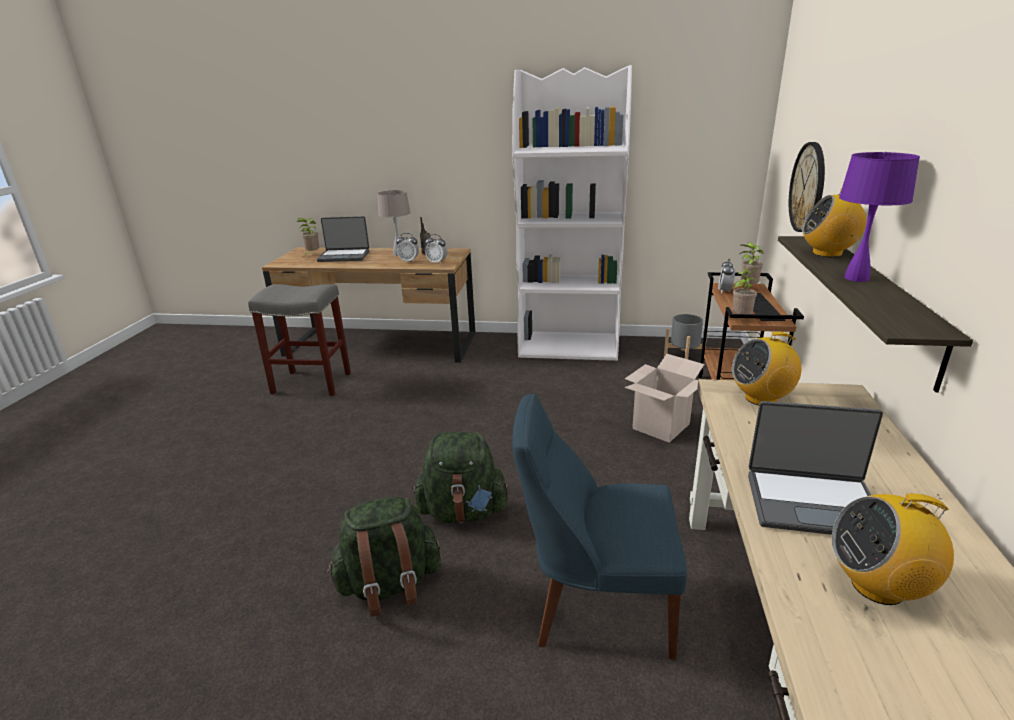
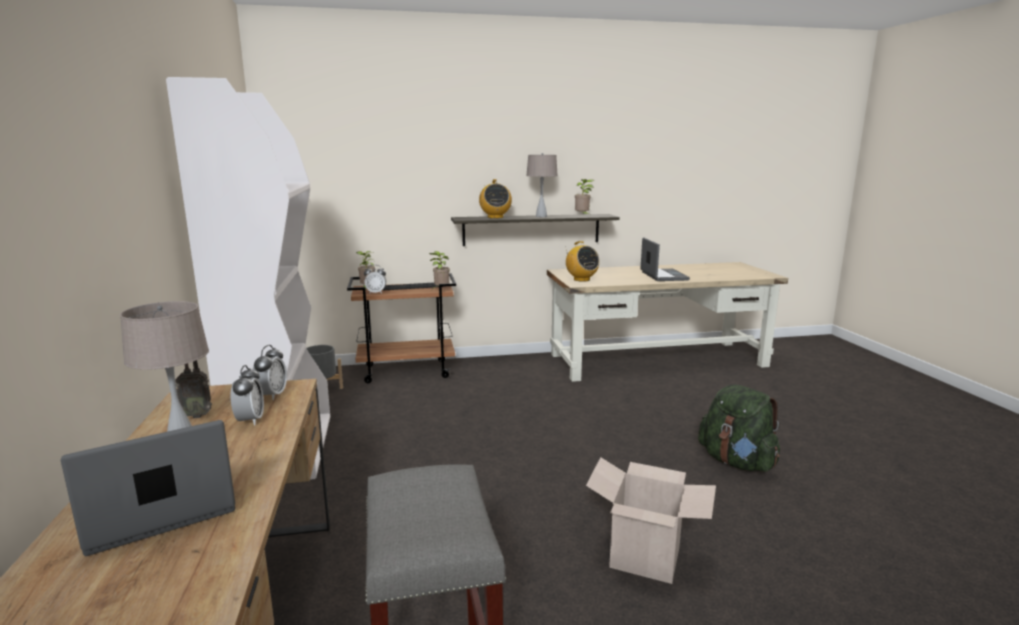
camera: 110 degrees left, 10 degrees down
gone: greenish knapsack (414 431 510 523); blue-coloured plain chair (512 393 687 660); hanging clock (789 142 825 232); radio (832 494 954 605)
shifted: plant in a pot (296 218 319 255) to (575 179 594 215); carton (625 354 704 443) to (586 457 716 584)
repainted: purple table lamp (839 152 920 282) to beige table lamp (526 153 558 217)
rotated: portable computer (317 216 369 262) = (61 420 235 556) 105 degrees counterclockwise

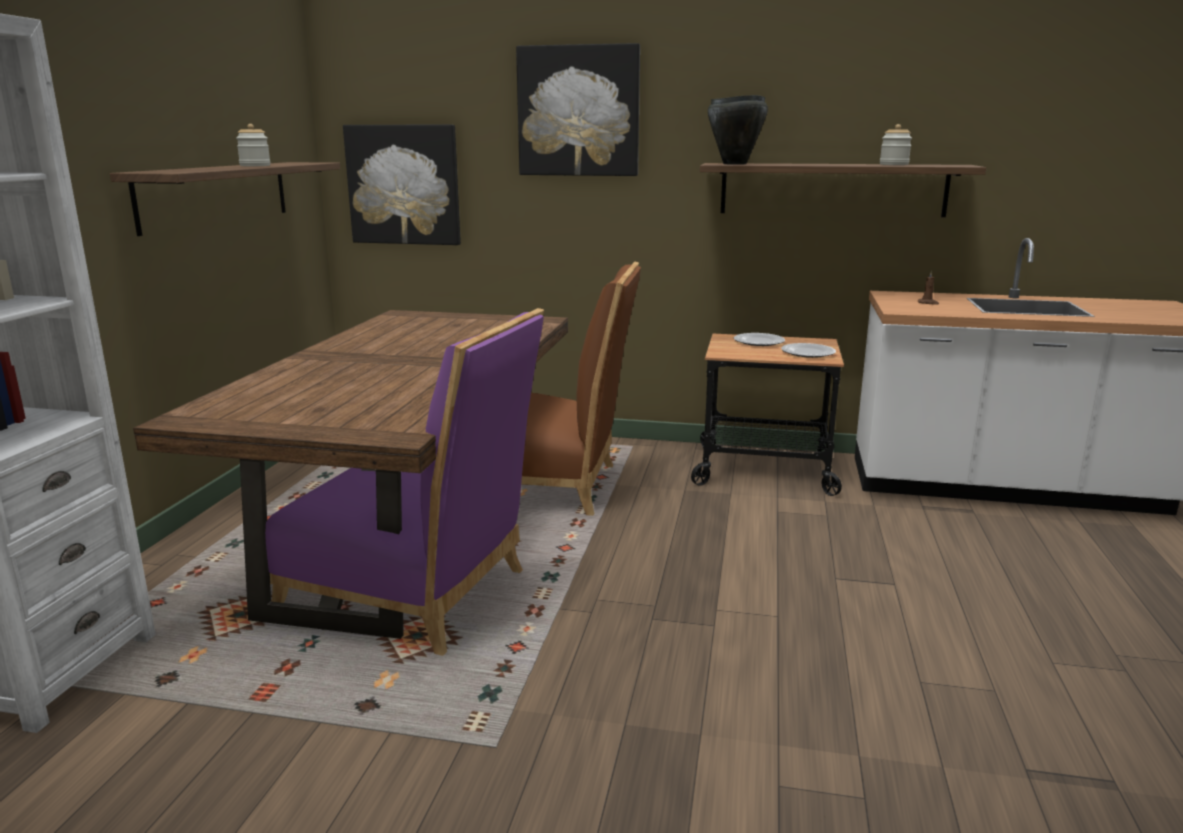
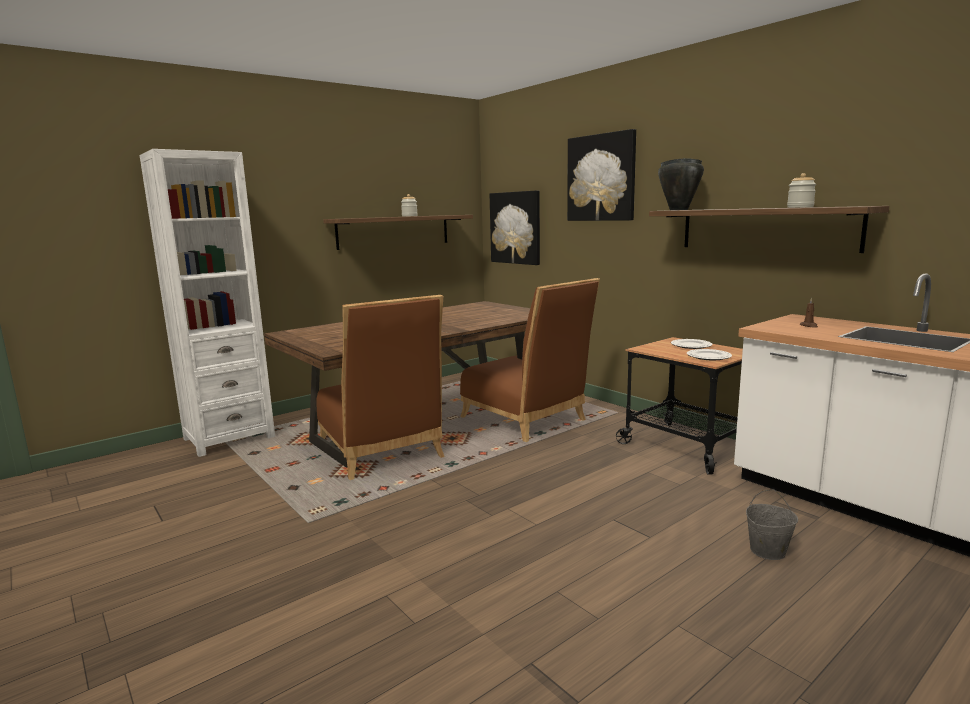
camera: 40 degrees right, 5 degrees down
new: gray pail (746 489 798 560)
repainted: purple plain chair (265 308 544 656) to brown-coloured plain chair (316 295 445 480)

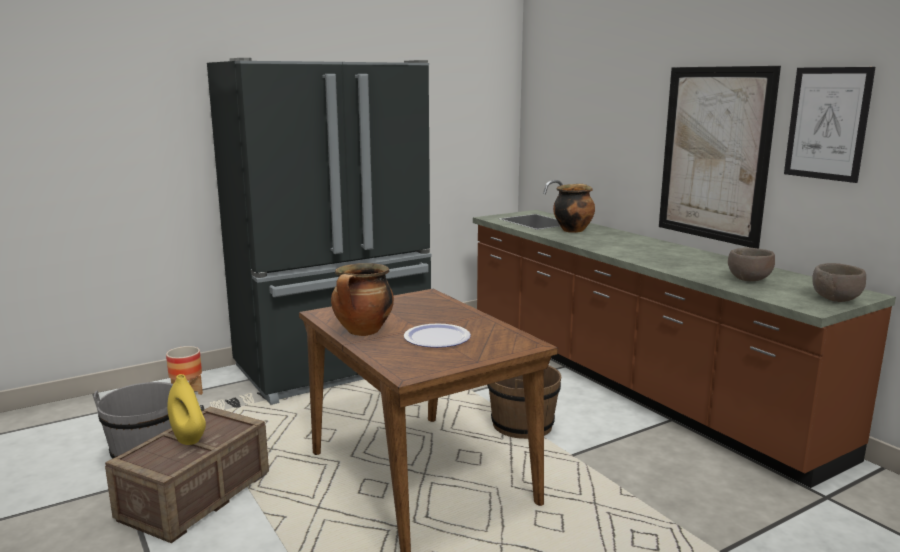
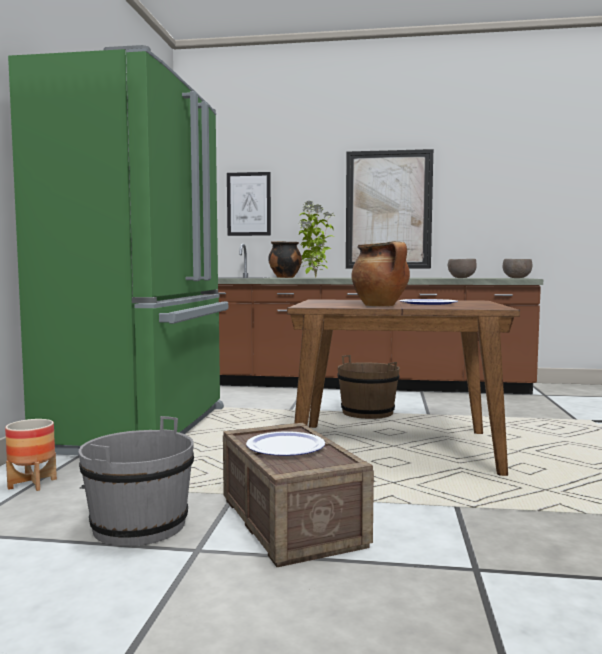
camera: 50 degrees left, 10 degrees down
new: plant in a pot (299 201 335 278)
shifted: wall art (784 67 875 183) to (227 172 271 236)
swapped: yellowish vase (167 374 206 445) to flat dish (246 431 325 456)
repainted: black fridge (207 58 432 405) to greenish fridge (8 45 228 455)

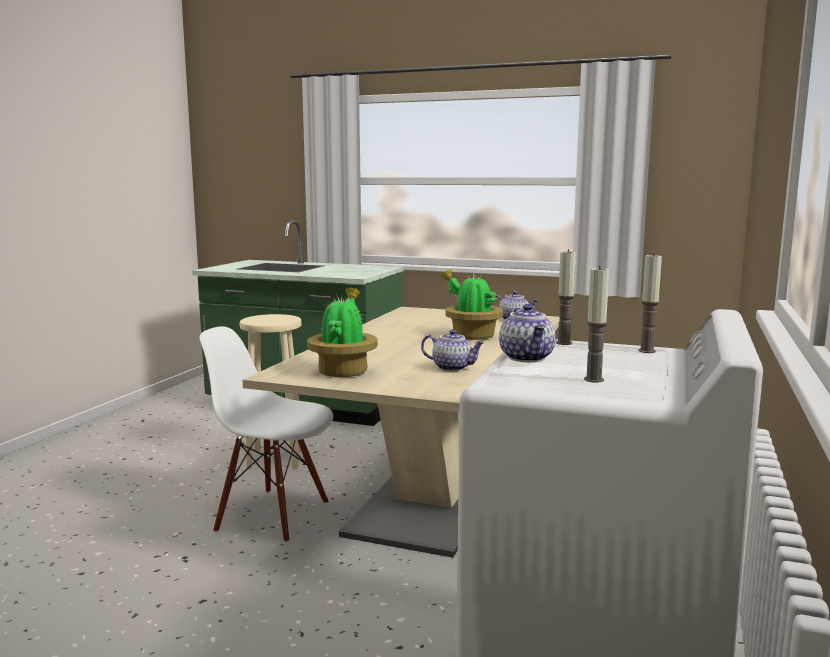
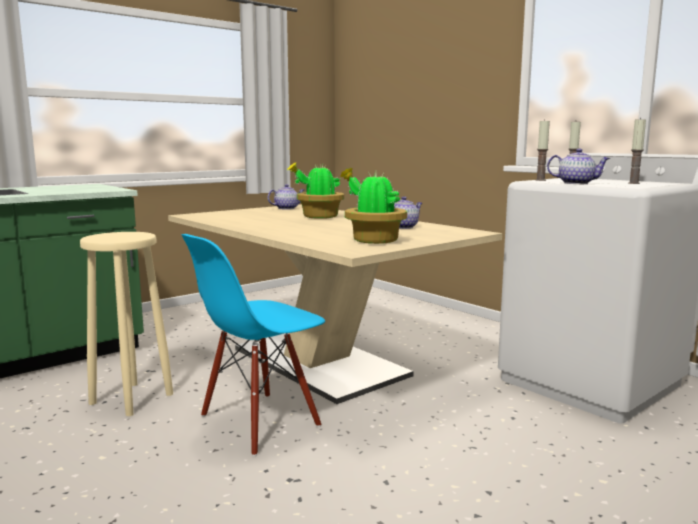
camera: 60 degrees left, 0 degrees up
repainted: white plain chair (200 326 333 543) to blue-coloured plain chair (182 234 325 456)

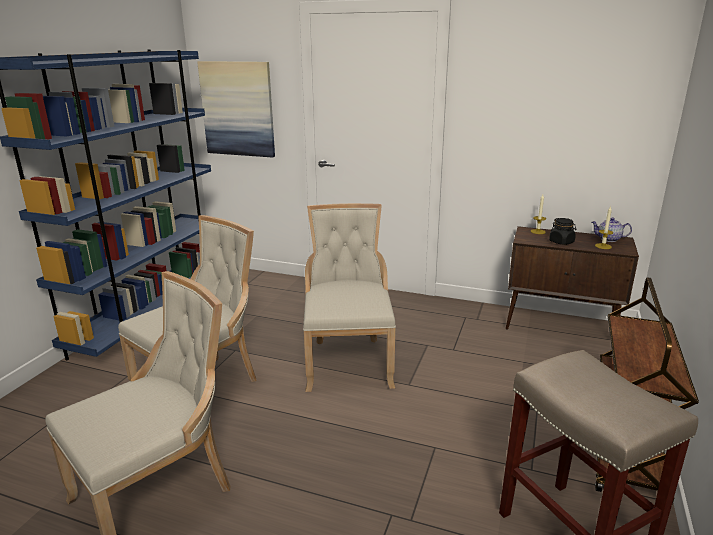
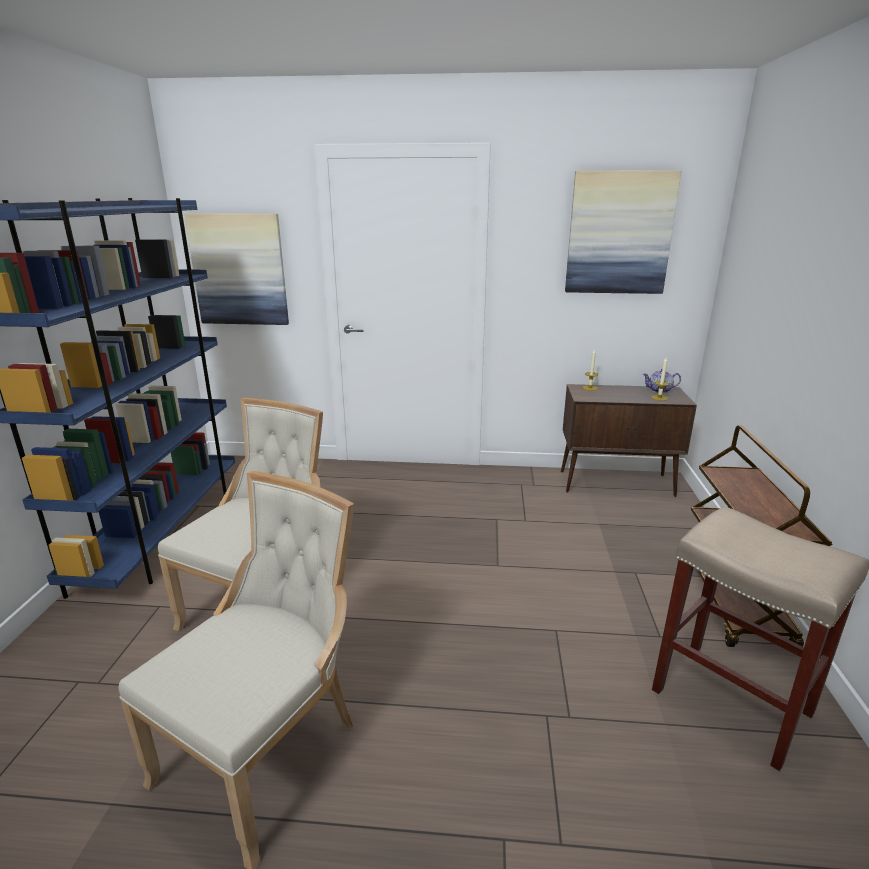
camera: 15 degrees left, 0 degrees up
gone: beige plain chair (303 203 396 392); black preserve jar (549 218 577 245)
new: wall art (565 170 681 294)

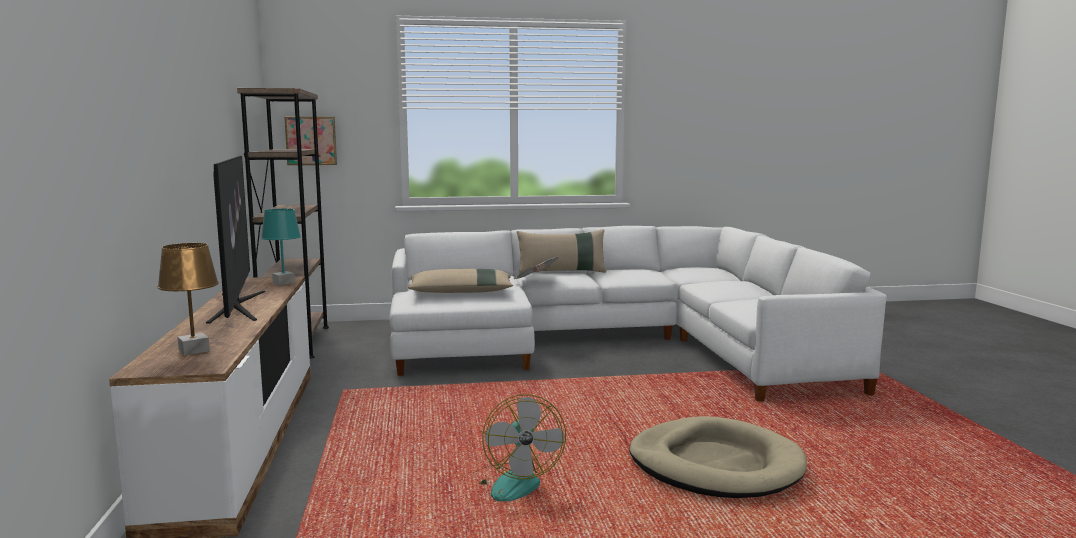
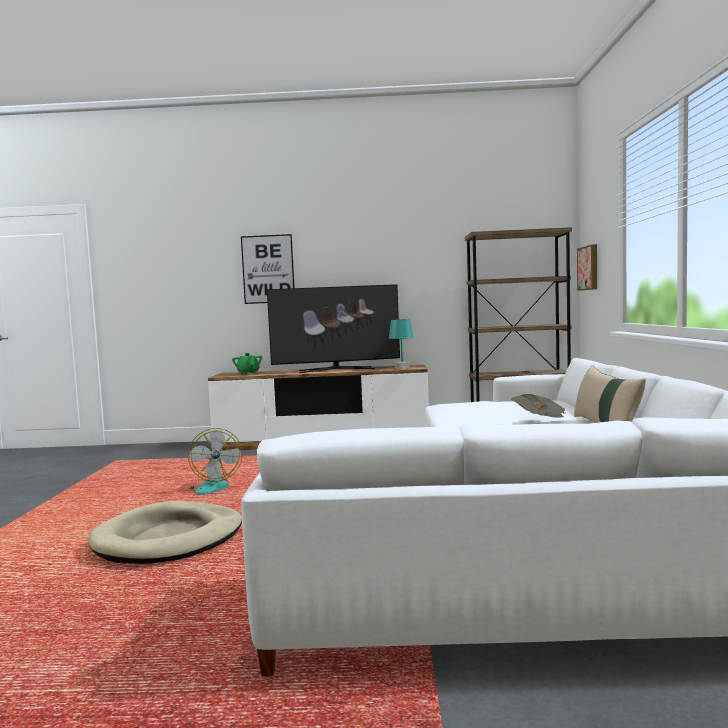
camera: 100 degrees right, 5 degrees down
gone: beige cushion (408 269 513 293)
new: wall art (241 234 295 304)
swapped: brown-coloured table lamp (157 243 219 356) to greenish pot for tea (232 353 262 375)
rotated: electric fan (473 394 566 501) = (188 428 242 495) 105 degrees counterclockwise

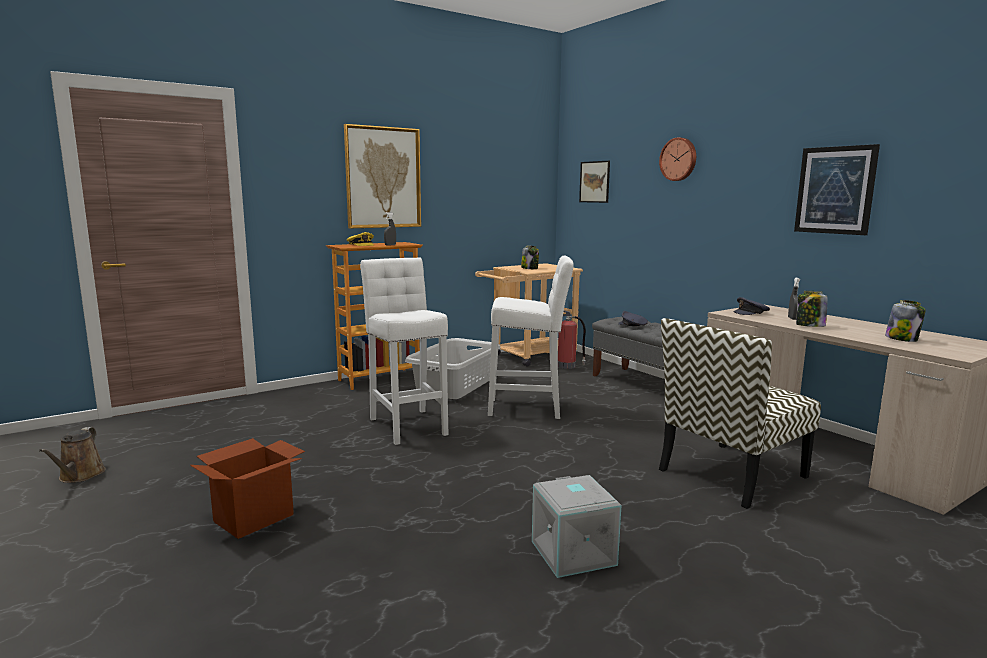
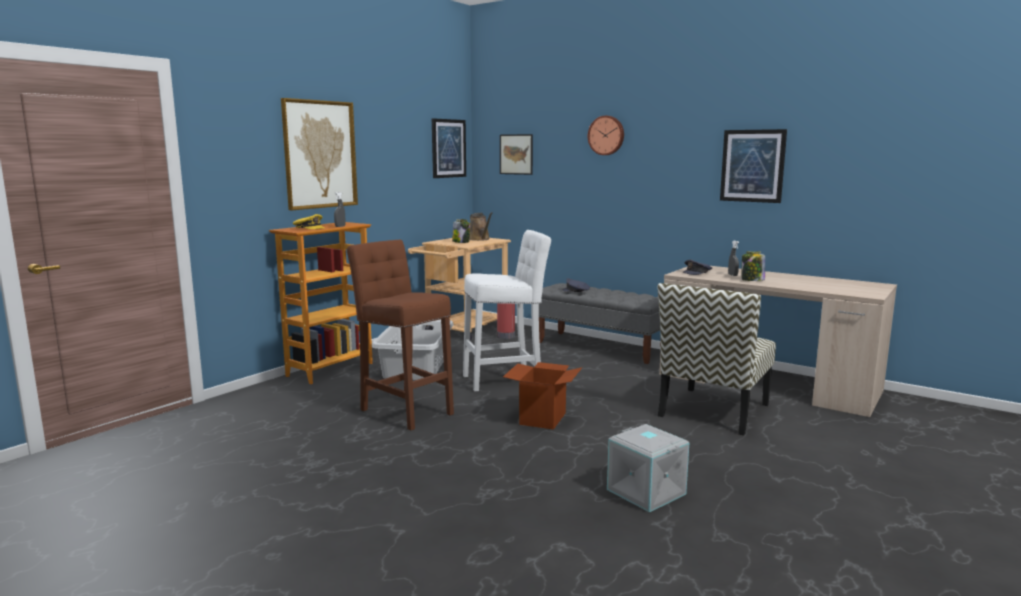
camera: 20 degrees left, 0 degrees up
gone: preserve jar (885 300 926 342)
new: wall art (432 118 466 178)
shifted: brown-coloured sprinkling can (39 427 106 483) to (469 212 492 241); carton (190 438 305 539) to (503 362 582 430)
repainted: white stool (360 258 449 445) to brown-coloured stool (347 240 454 430)

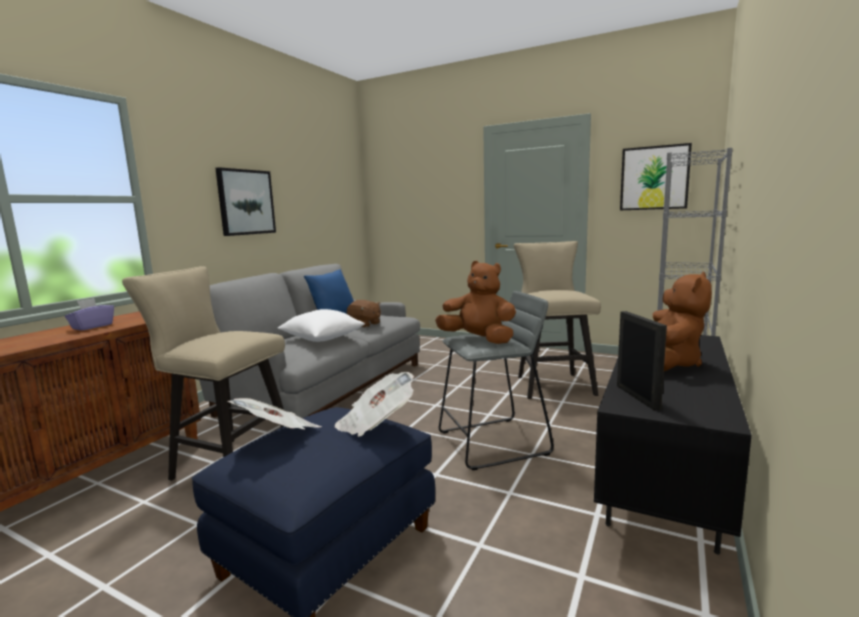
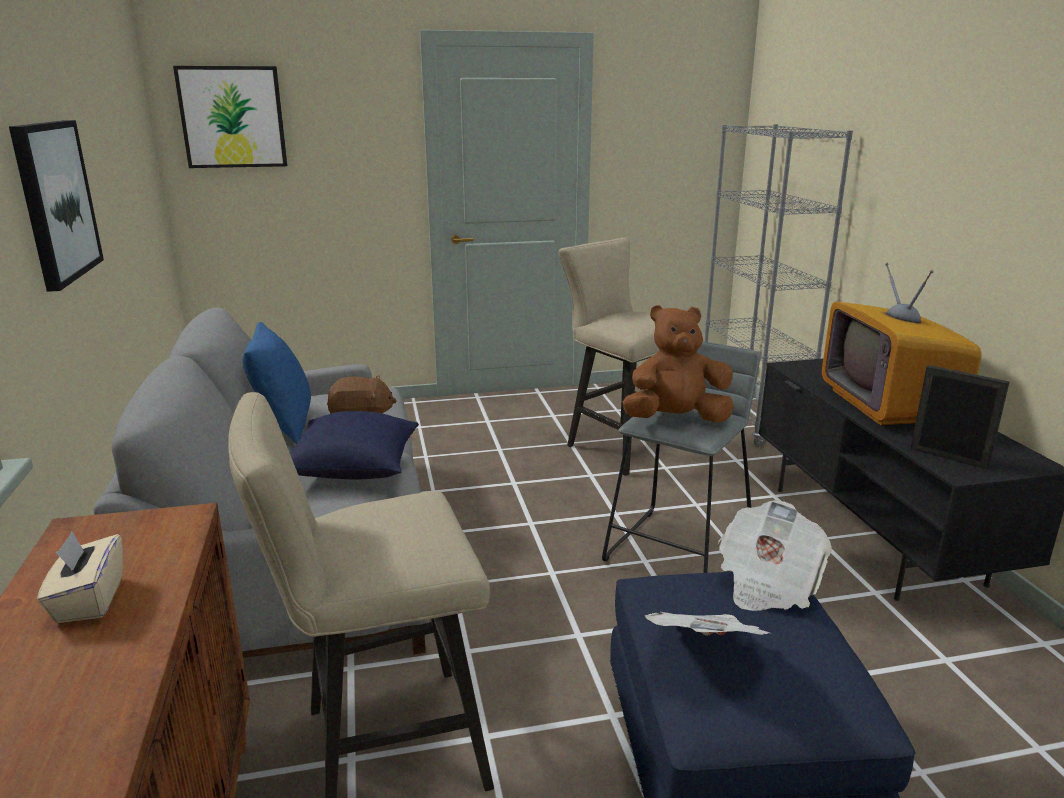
camera: 40 degrees left, 10 degrees up
shifted: wall art (620 143 692 210) to (173 66 287 168)
swapped: brown-coloured cuddly toy (653 272 712 372) to TV set (822 263 982 425)
repainted: purple box of tissues (65 298 114 330) to beige box of tissues (37 532 123 623); white cushion (278 309 365 342) to blue-coloured cushion (290 411 419 479)

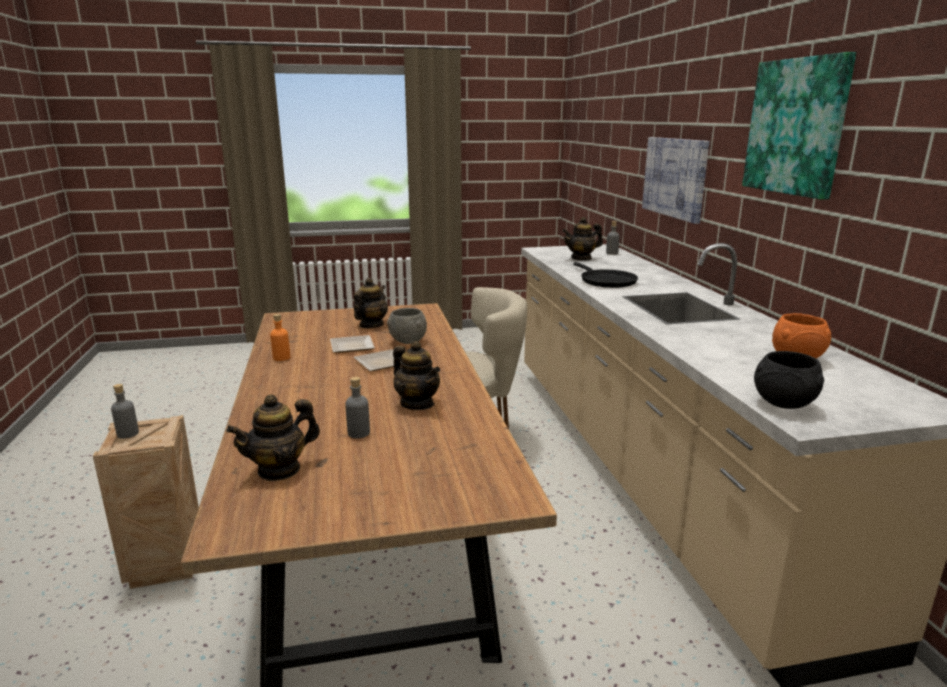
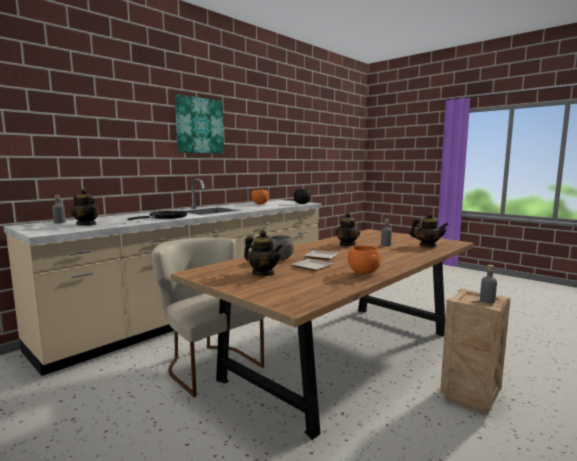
camera: 125 degrees left, 10 degrees down
gone: wall art (642 137 710 224)
swapped: orange-coloured beverage bottle (270 314 290 361) to orange-coloured serving bowl (348 245 381 275)
rotated: pot for tea (354 278 388 328) = (244 230 283 276) 135 degrees counterclockwise

